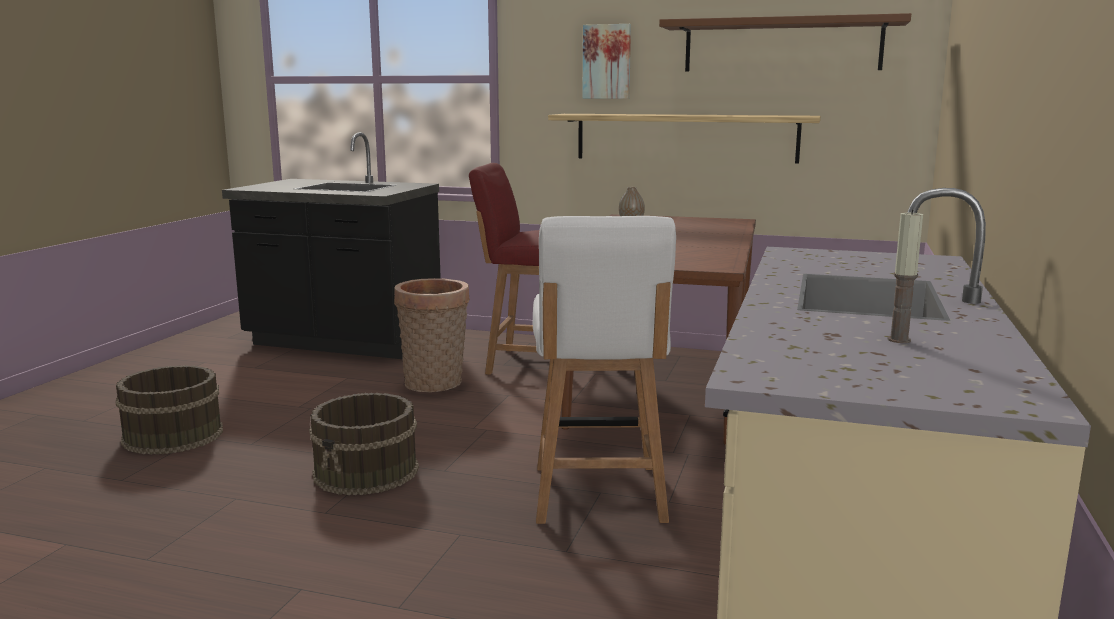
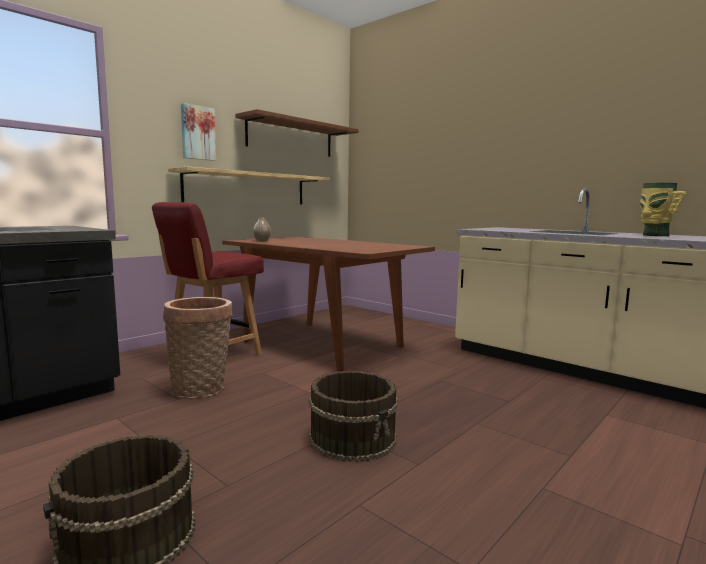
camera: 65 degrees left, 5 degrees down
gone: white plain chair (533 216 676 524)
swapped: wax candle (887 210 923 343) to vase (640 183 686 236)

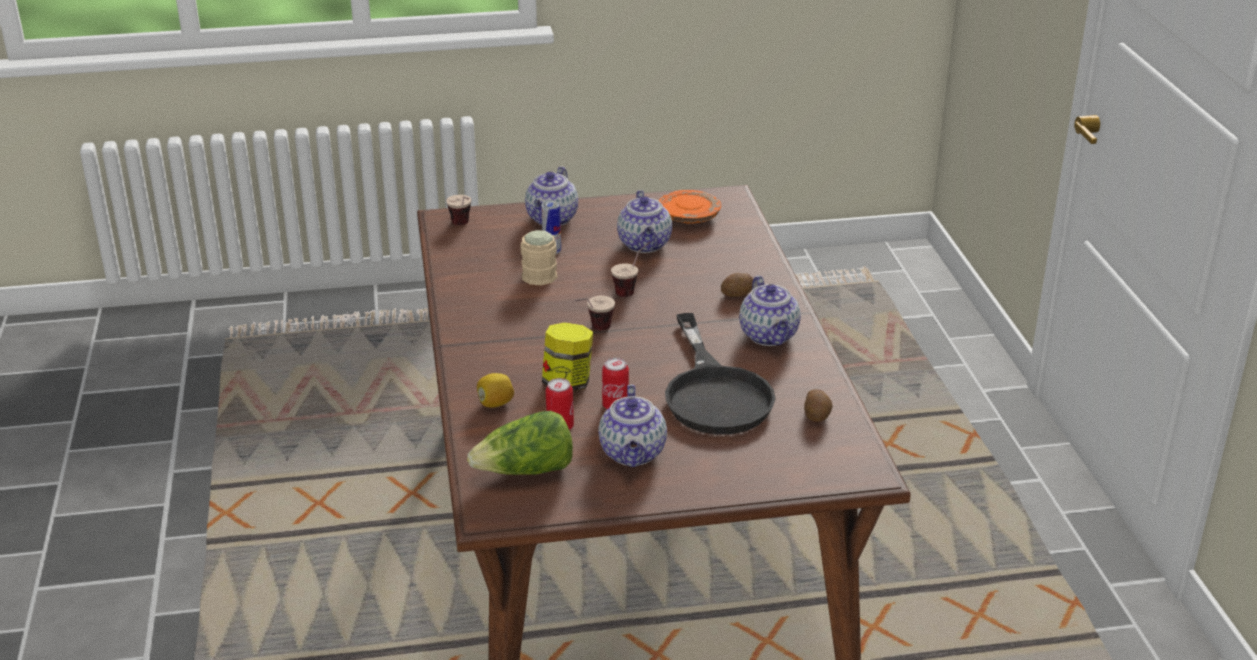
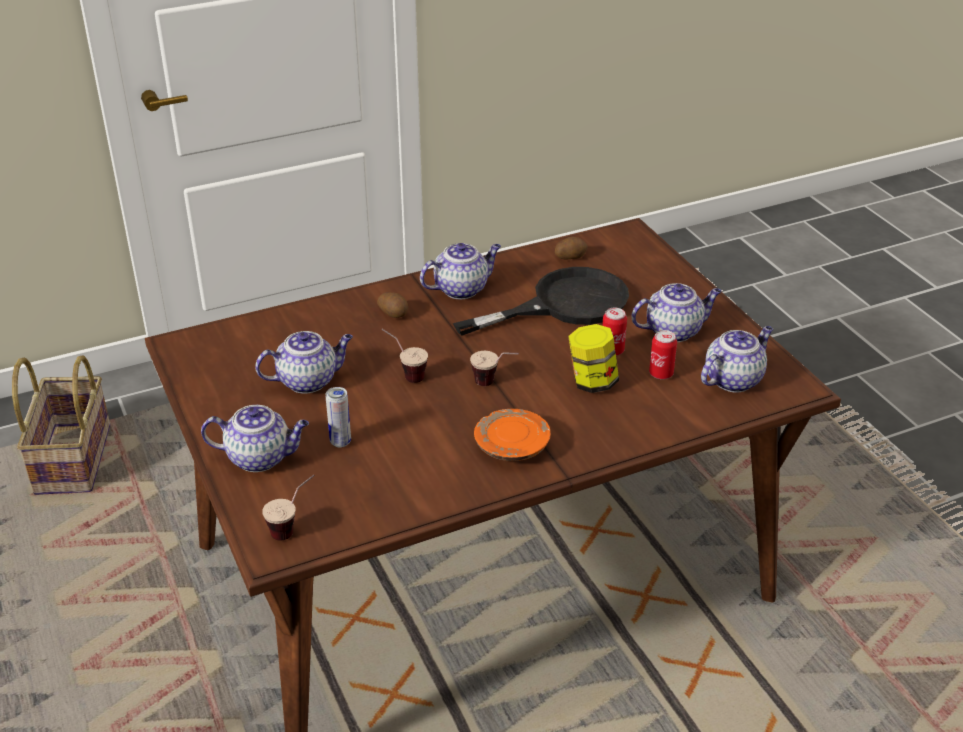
camera: 105 degrees left, 5 degrees up
gone: citrus fruit (477 373 514 408); beige tea mug (520 230 557 285)
new: household basket (12 356 110 495)
shifted: orange-coloured flat dish (659 190 721 223) to (474 409 551 461)
swapped: lettuce head (467 410 573 475) to pot for tea (701 326 773 393)

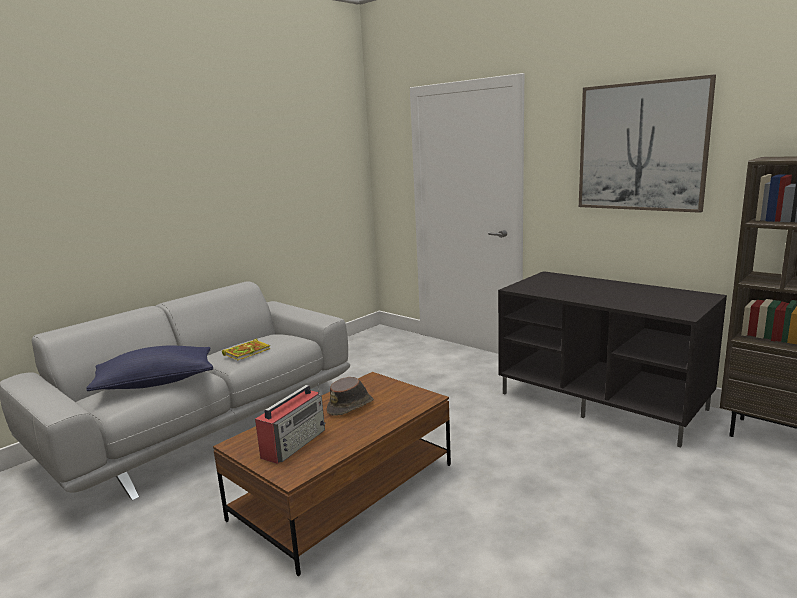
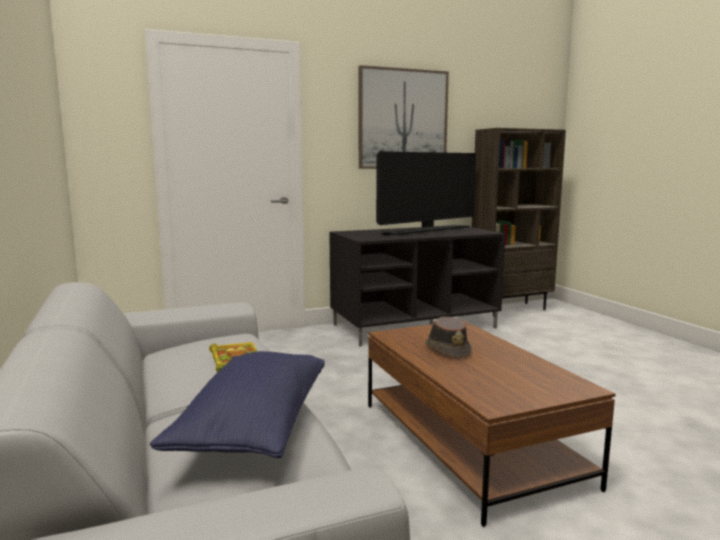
camera: 65 degrees left, 5 degrees down
gone: radio (255 383 325 464)
new: TV set (376 151 476 235)

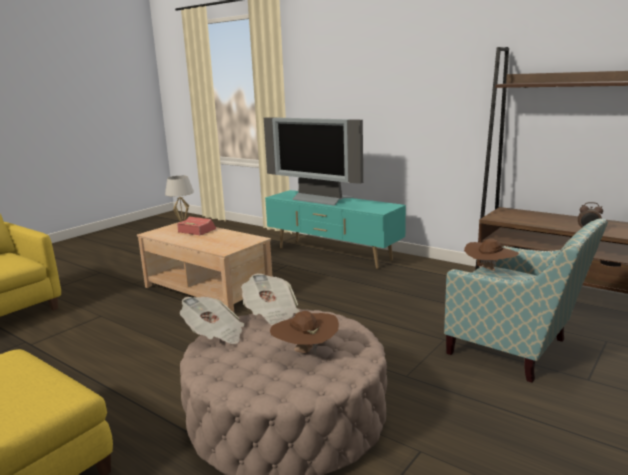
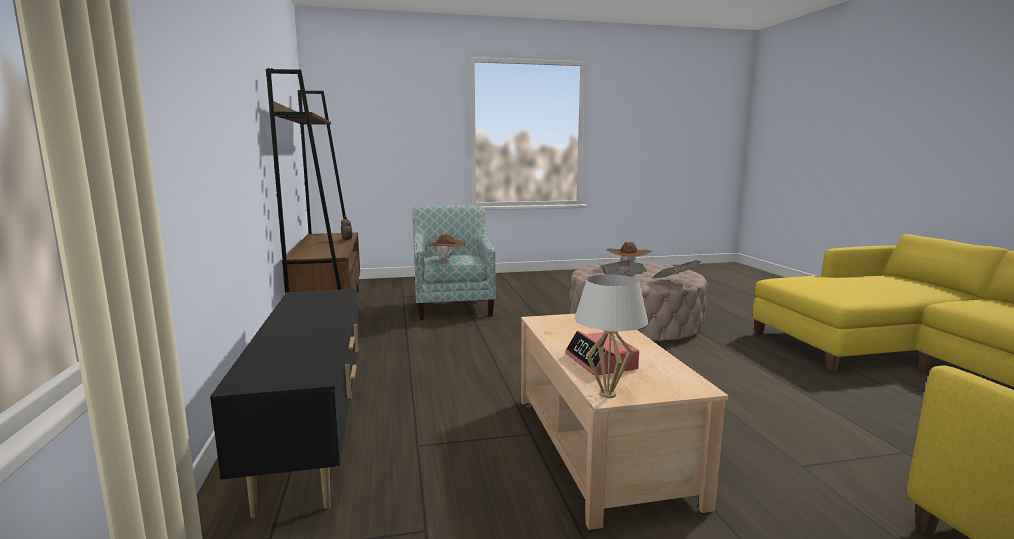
camera: 140 degrees left, 5 degrees down
gone: TV set (264 117 363 206)
repainted: blue-green media console (265 190 406 269) to black media console (210 289 360 518)

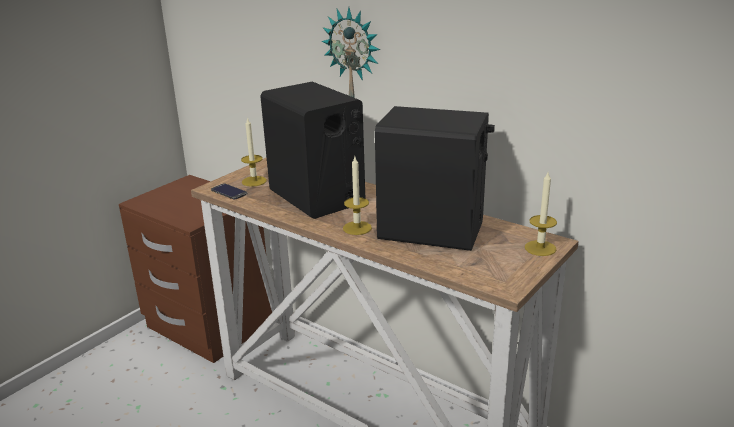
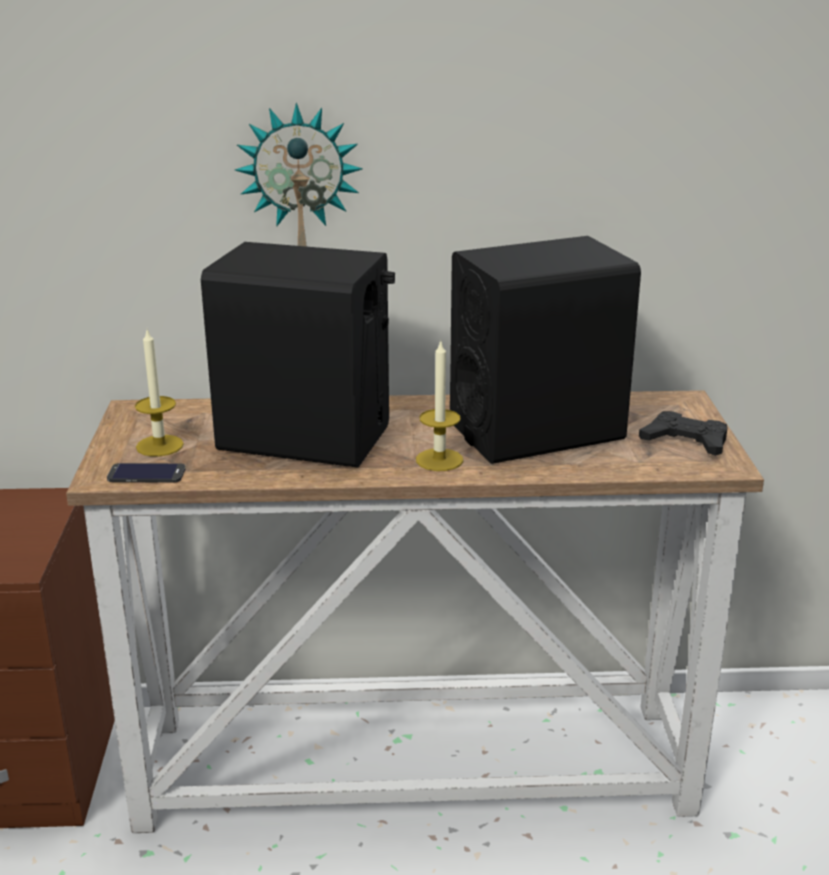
camera: 40 degrees left, 0 degrees up
gone: wax candle (525 172 557 256)
new: black joypad (639 411 727 456)

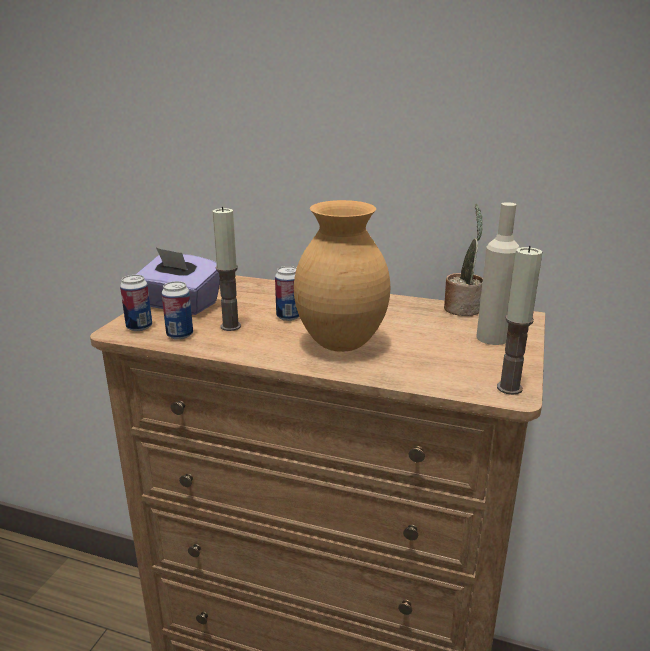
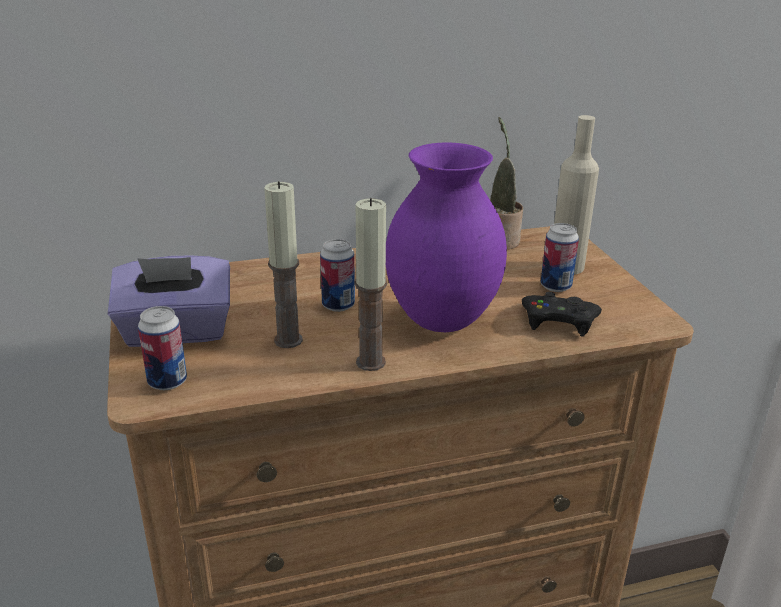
camera: 35 degrees left, 5 degrees up
new: black joypad (522 292 602 337)
shifted: metal can (162 281 193 340) to (541 223 579 292); wax candle (497 246 542 395) to (355 198 387 371)
repainted: brown-coloured vase (294 200 390 352) to purple vase (386 143 507 332)

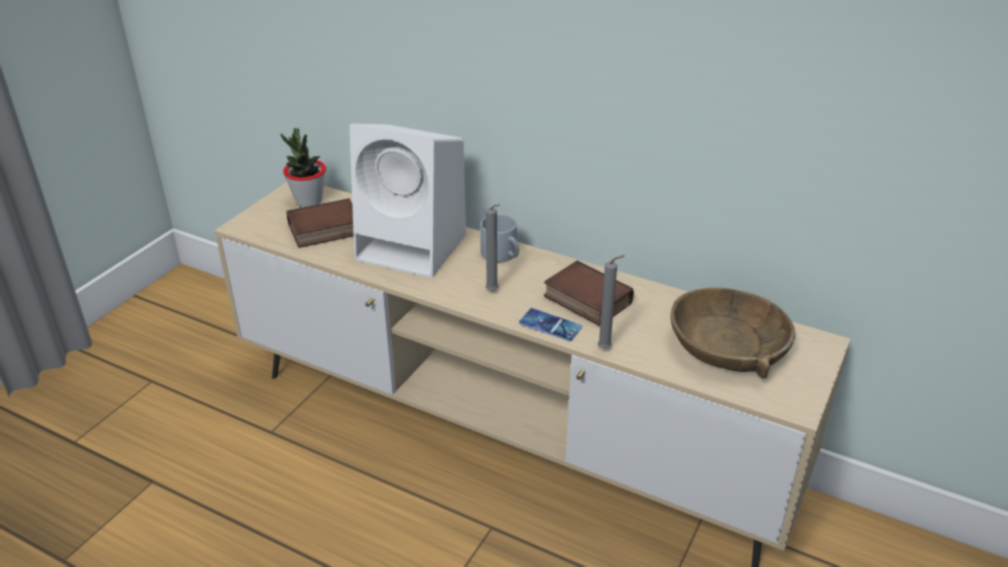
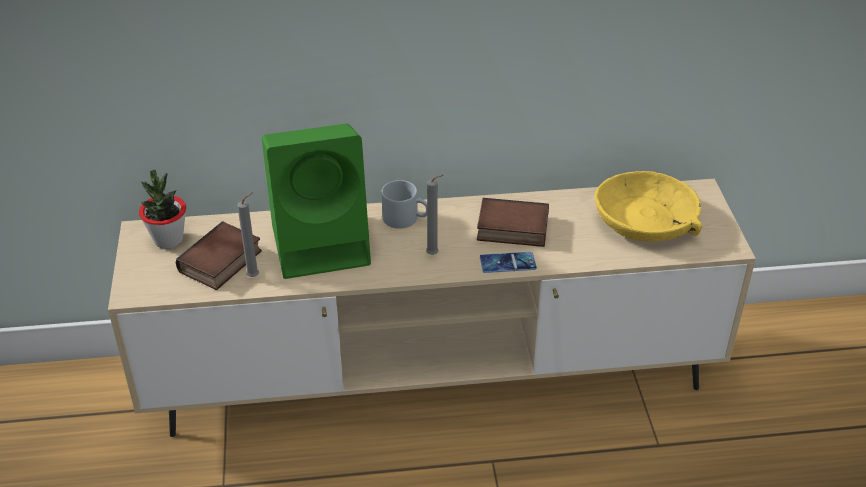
camera: 35 degrees left, 5 degrees up
shifted: gray wax candle (598 255 625 349) to (237 192 259 277)
repainted: white loudspeaker (350 124 466 278) to greenish loudspeaker (262 124 371 279); brown-coloured serving bowl (670 288 796 379) to yellowish serving bowl (595 171 702 242)

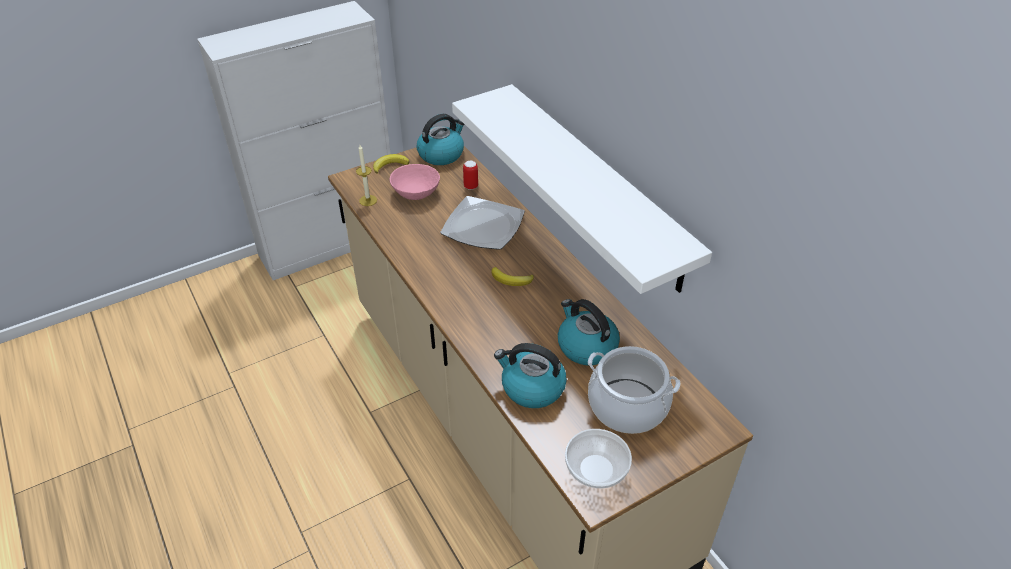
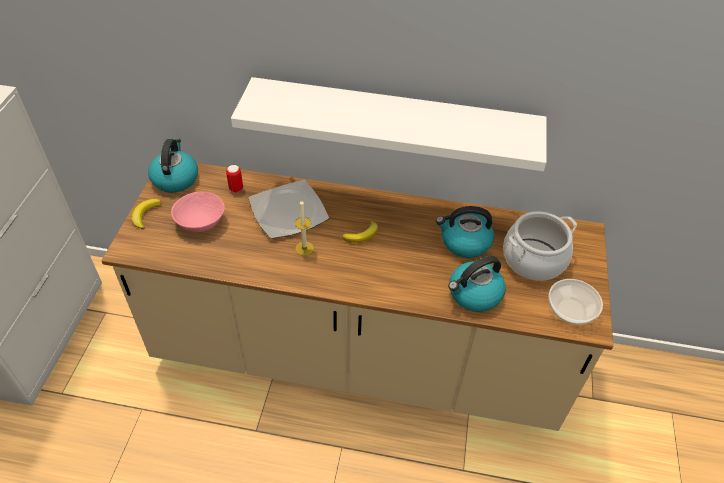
camera: 50 degrees left, 5 degrees up
shifted: wax candle (356 145 377 206) to (295 199 314 256)

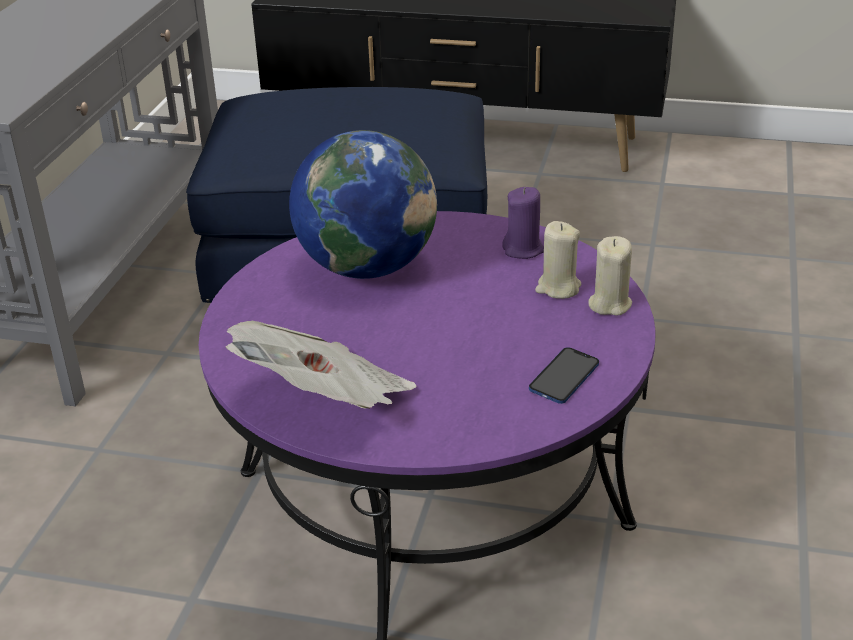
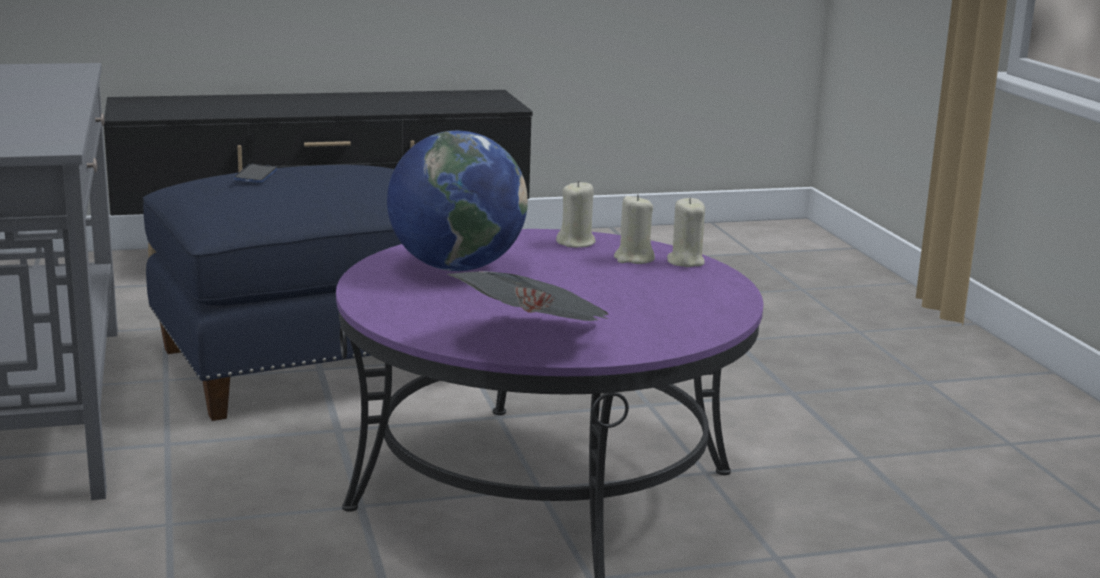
camera: 30 degrees left, 15 degrees down
shifted: phone (529 347 599 404) to (234 164 277 183)
repainted: purple wax candle (502 187 544 259) to beige wax candle (556 181 596 248)

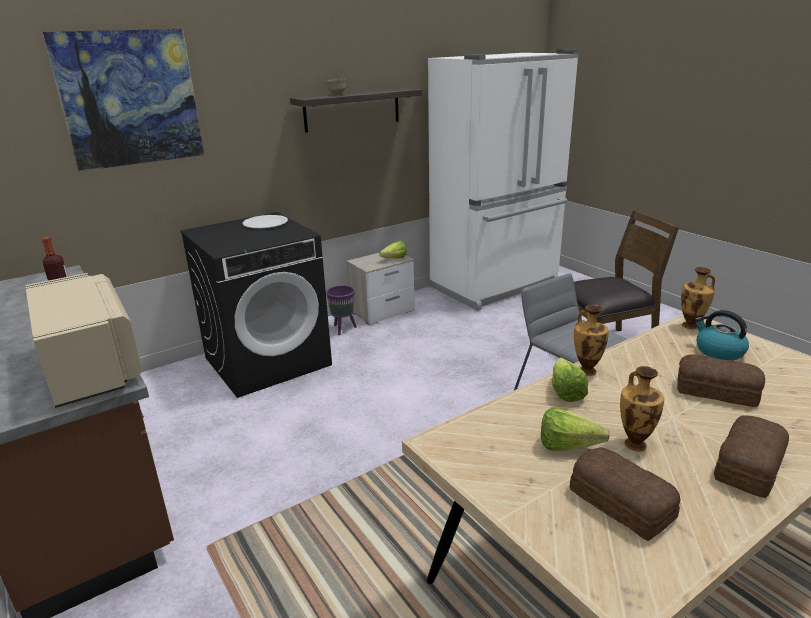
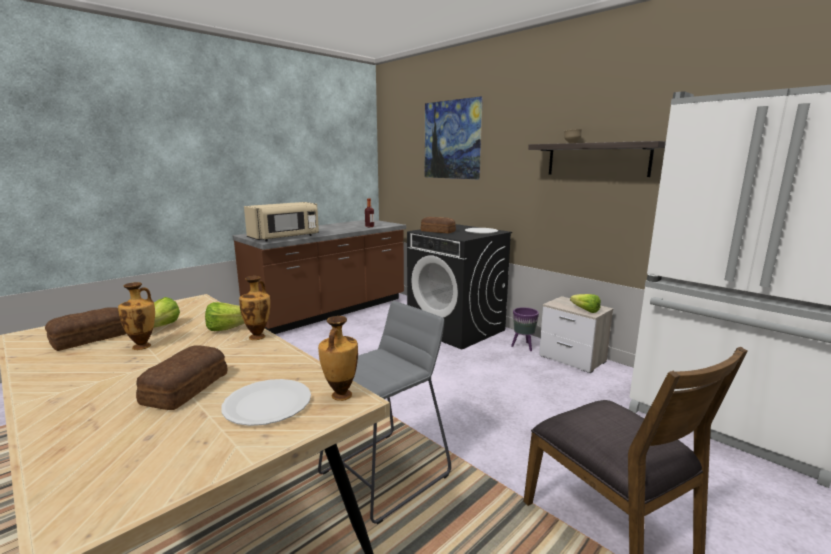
camera: 80 degrees right, 10 degrees down
shifted: bread (714 416 789 498) to (421 217 456 233)
swapped: water kettle (694 310 749 360) to white flat dish (221 379 311 426)

